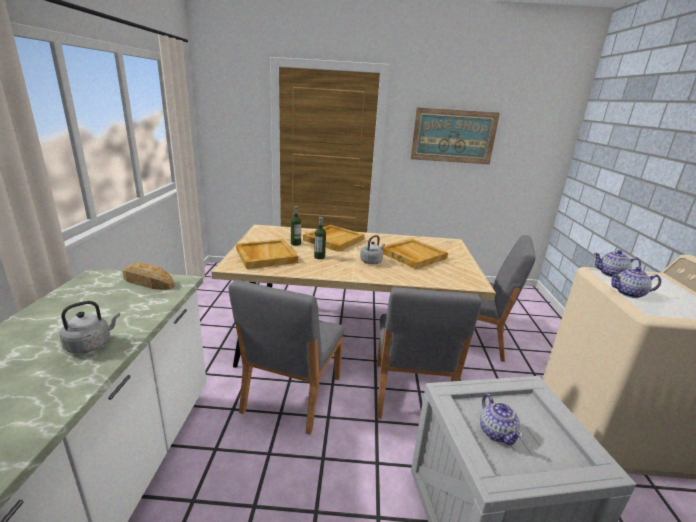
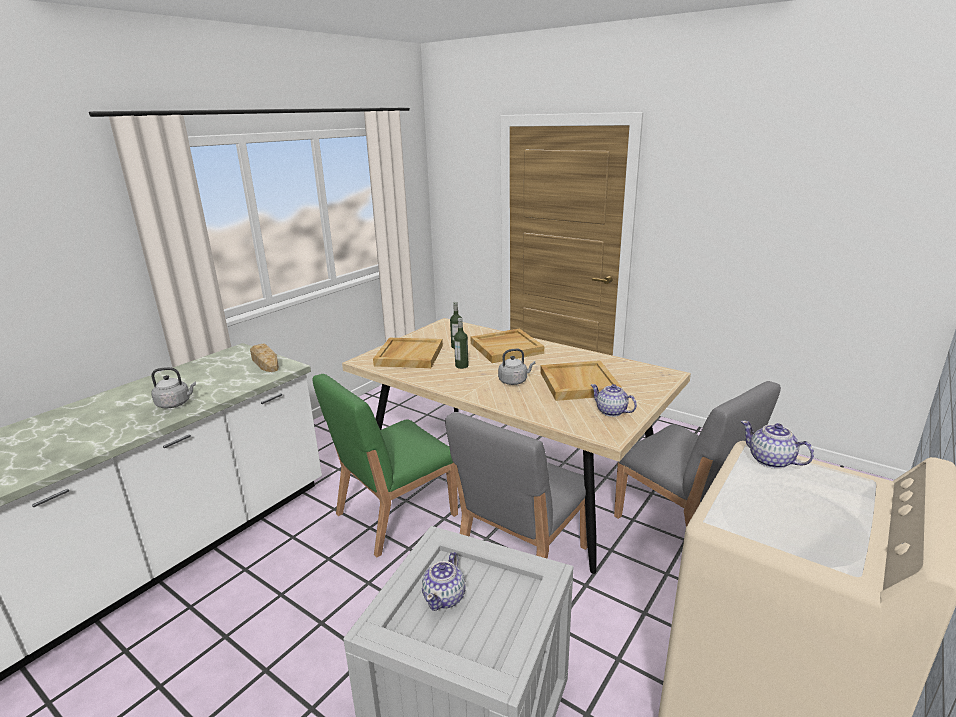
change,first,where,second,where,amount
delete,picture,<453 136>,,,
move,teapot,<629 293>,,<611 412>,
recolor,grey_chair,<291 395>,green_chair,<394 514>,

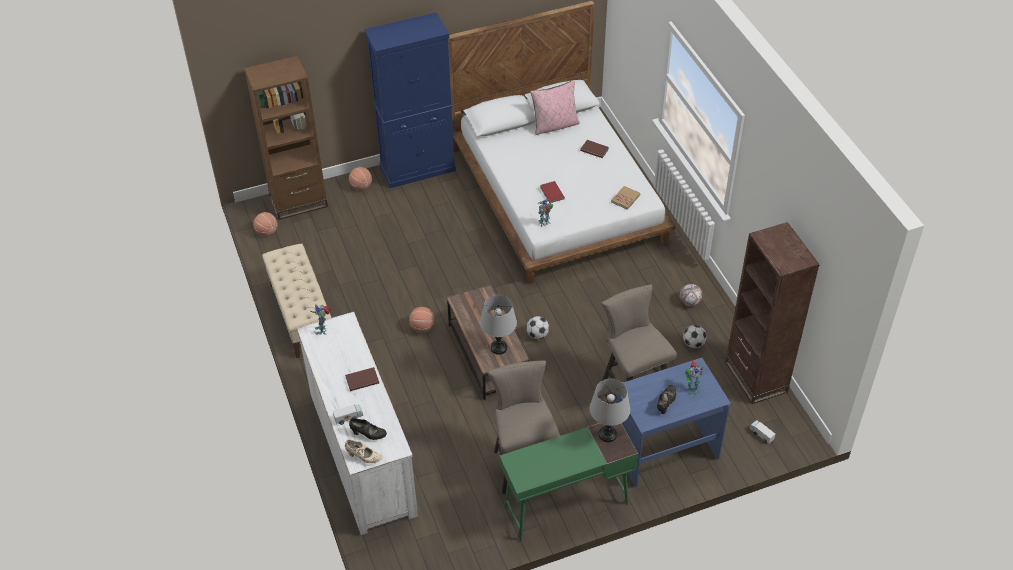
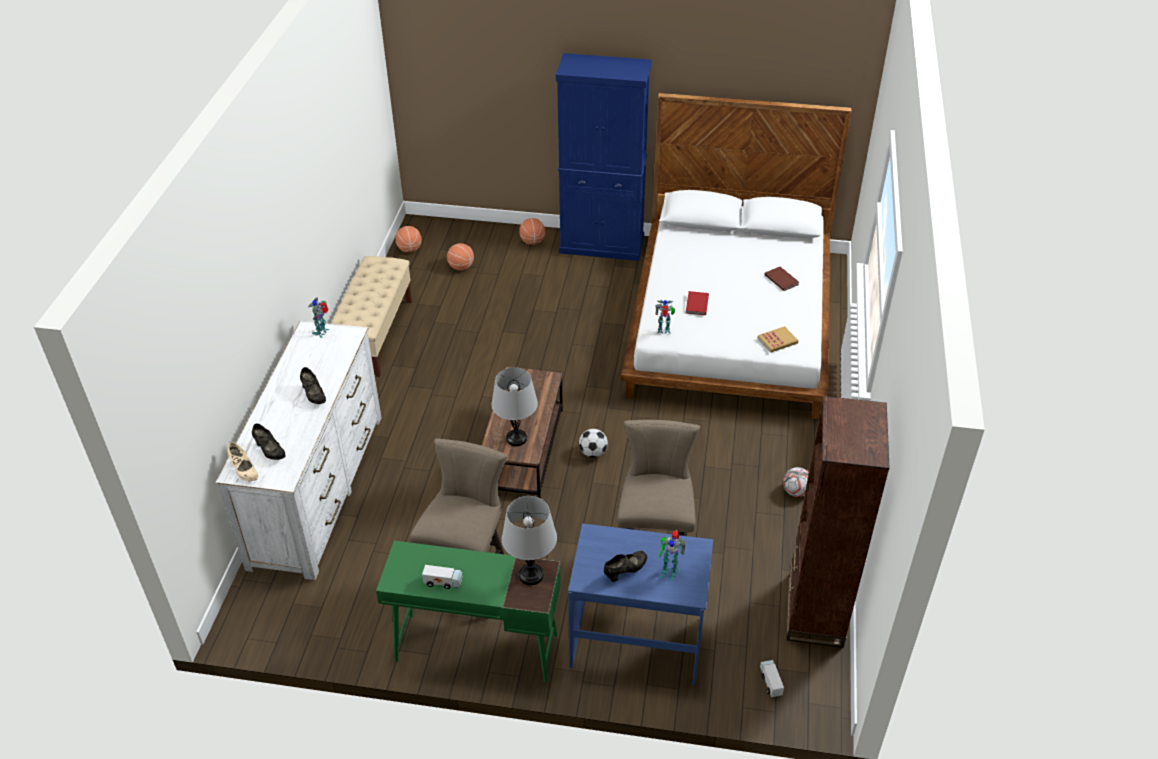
change,first,where,second,where,amount
delete,brown_bookcase,<298 202>,,,
delete,pink_pillow,<555 125>,,,
delete,football,<693 344>,,,
move,toy_truck,<348 417>,,<443 582>,
move,basketball,<422 327>,,<461 267>,
replace,brown_book,<361 379>,black_shoe,<314 395>,

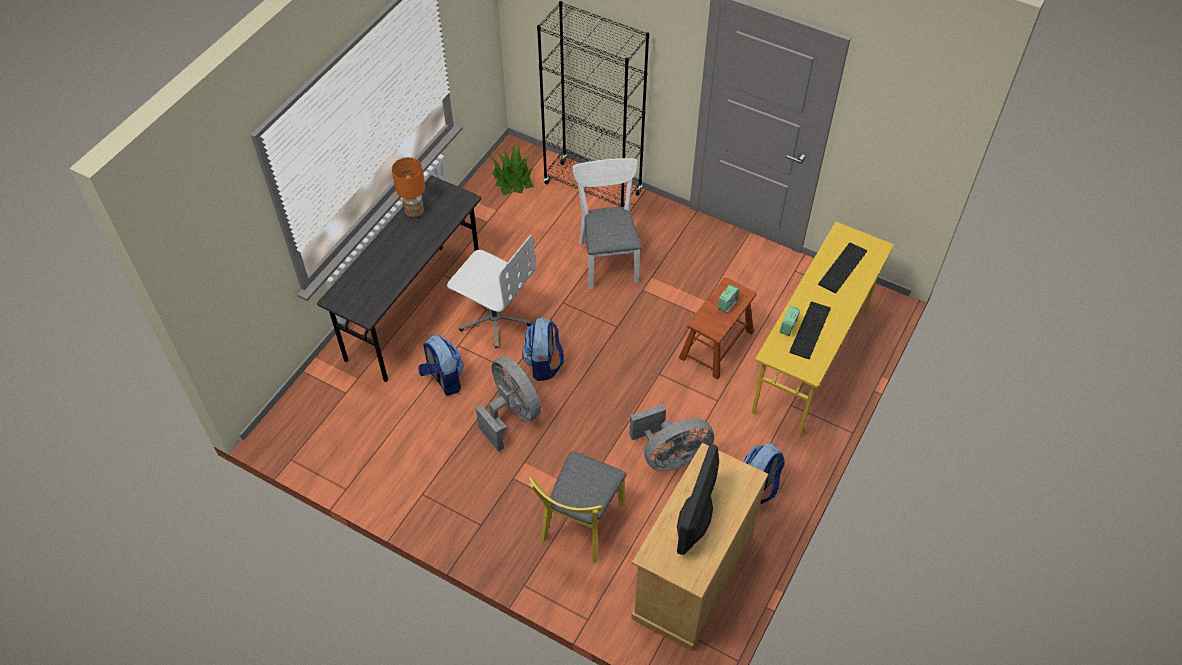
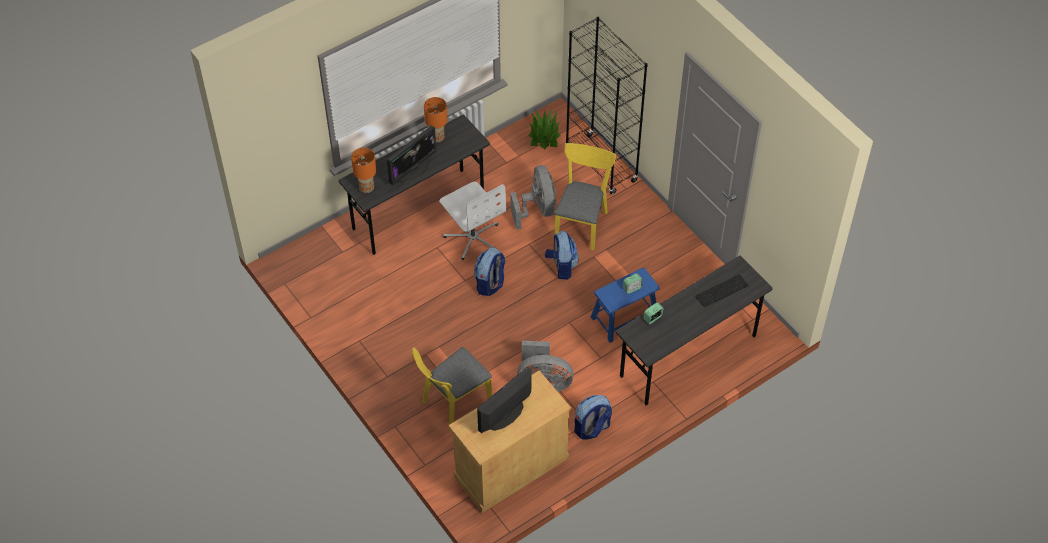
change,first,where,second,where,amount
delete,keyboard,<811 331>,,,
insert,,,orange_table_lamp,<366 188>,
insert,,,monitor,<413 170>,
move,backpack,<443 379>,,<561 266>,
move,grey_fan,<511 414>,,<537 209>,
recolor,white_chair,<608 257>,yellow_chair,<582 222>,
recolor,brown_stool,<716 344>,blue_stool,<624 317>,
recolor,yellow_desk,<811 362>,grey_desk,<688 357>,

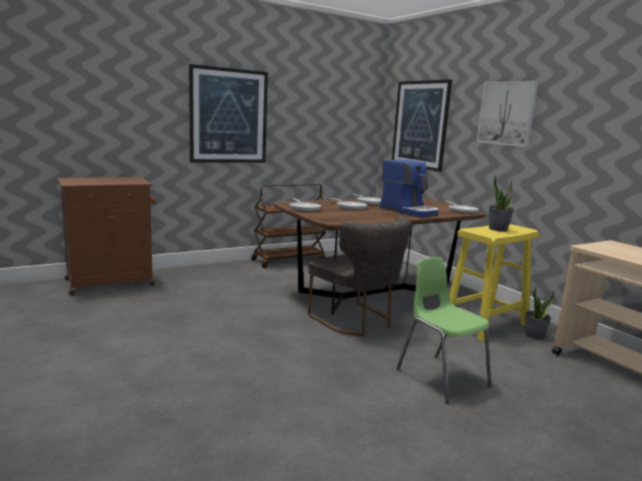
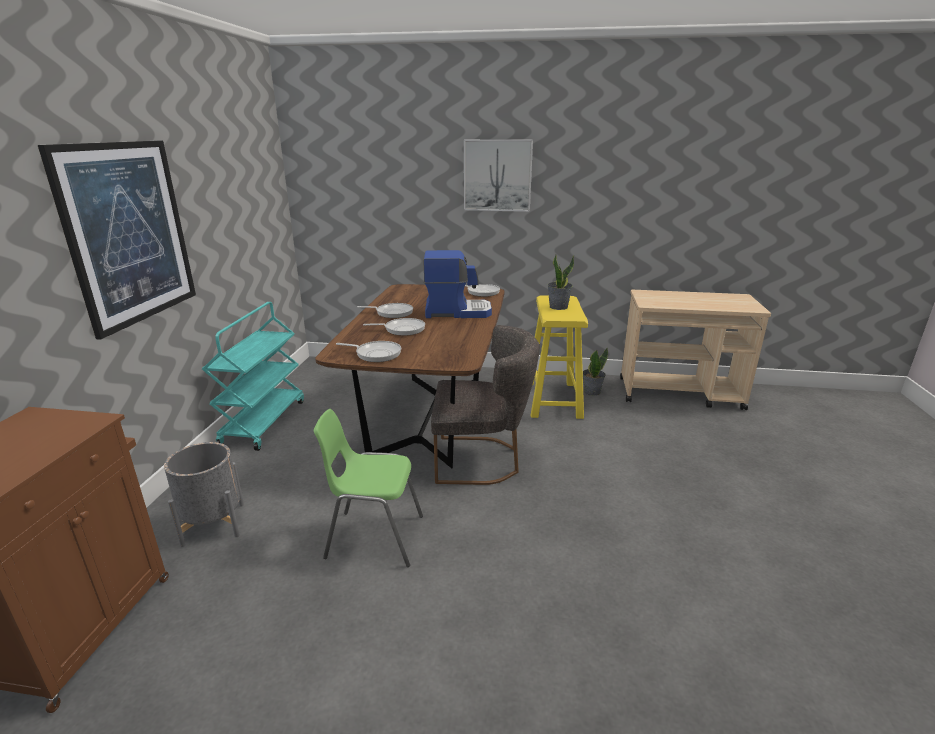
change,first,where,second,where,amount
delete,picture,<420 124>,,,
insert,,,grey_planter,<213 524>,
move,green_chair,<441 377>,,<374 537>,
recolor,brown_cart,<288 260>,turquoise_cart,<263 422>,

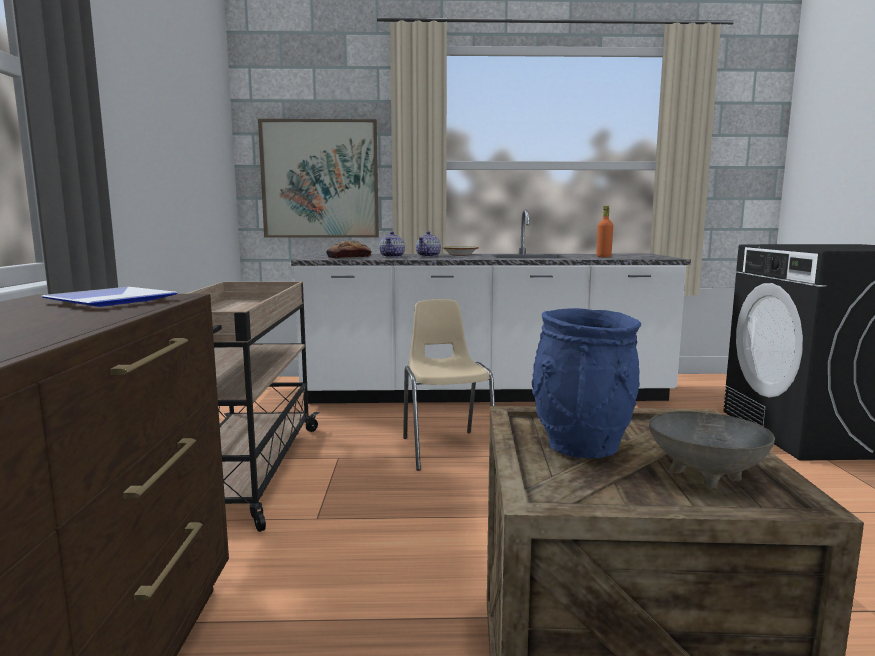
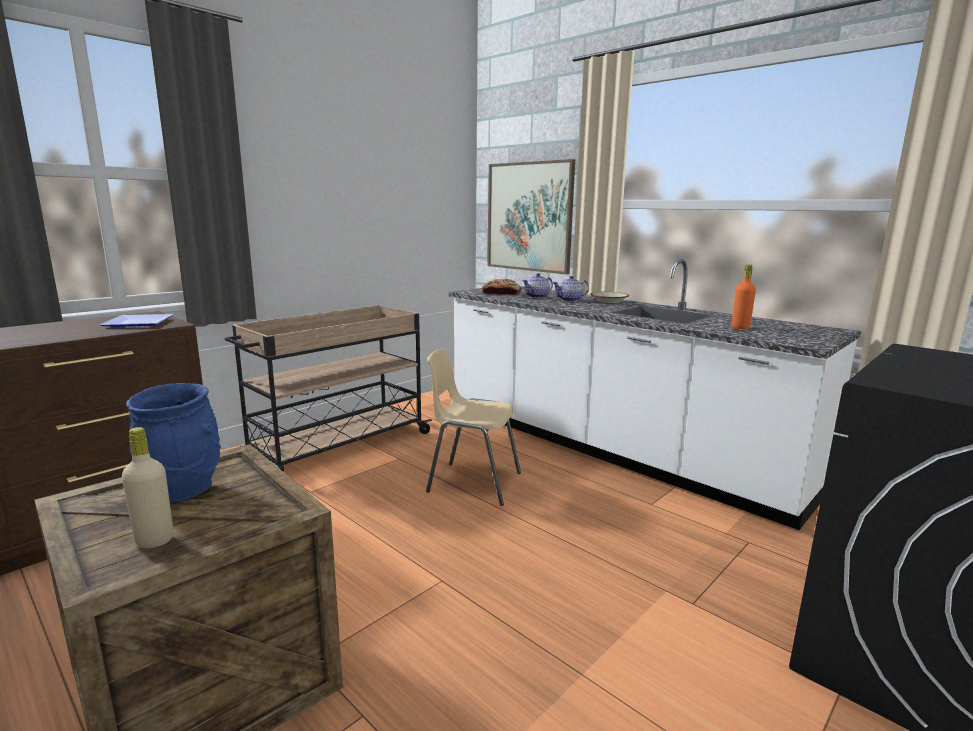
change,first,where,second,where,amount
replace,grey_bowl,<708 474>,beige_bottle,<154 540>,
rotate,beige_chair,<446 449>,,<472 482>,105 degrees counterclockwise

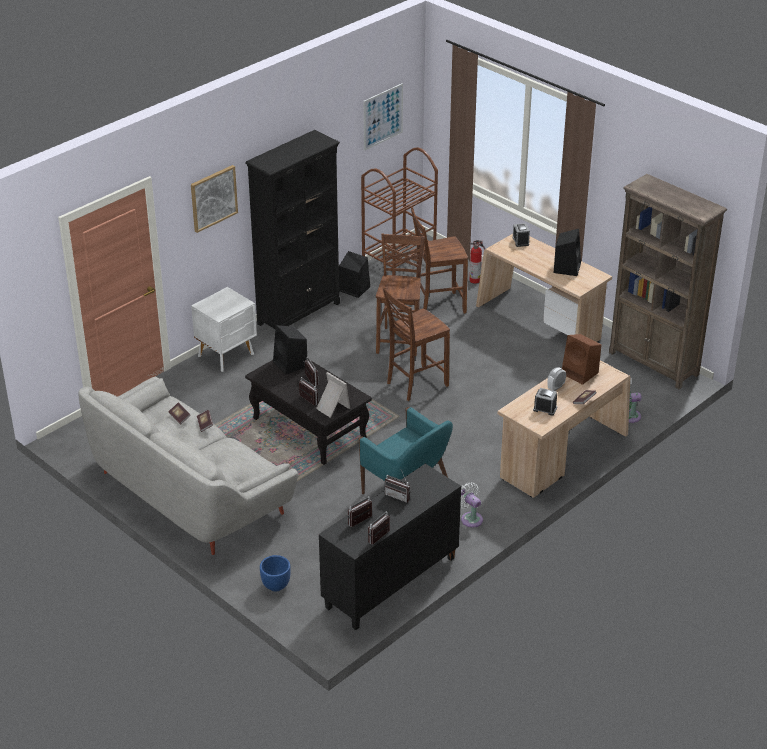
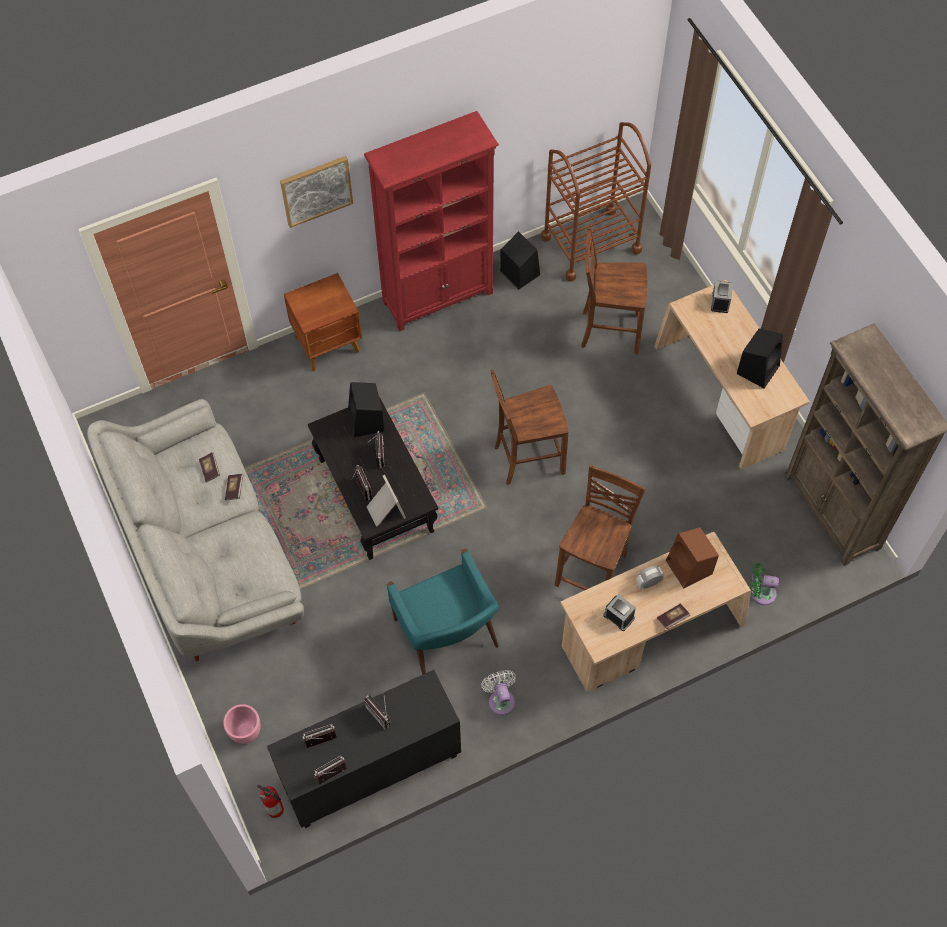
change,first,where,second,where,amount
delete,picture,<383 116>,,,
move,brown_chair,<399 341>,,<593 570>,
move,fire_extinguisher,<475 280>,,<276 810>,
recolor,white_nightstand,<227 355>,brown_nightstand,<328 344>,
recolor,black_bookcase,<299 313>,red_bookcase,<438 297>,
recolor,blue_planter,<275 586>,pink_planter,<245 731>,

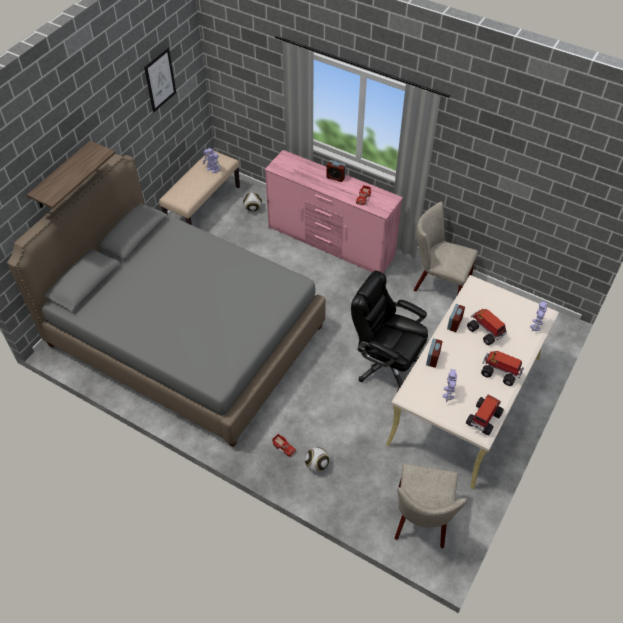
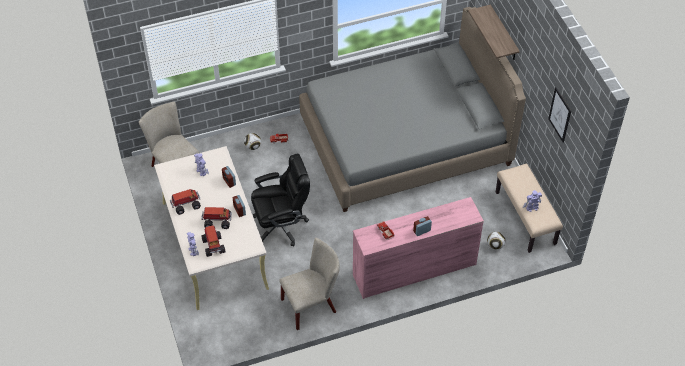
change,first,where,second,where,amount
move,toy_truck,<483 419>,,<213 245>,

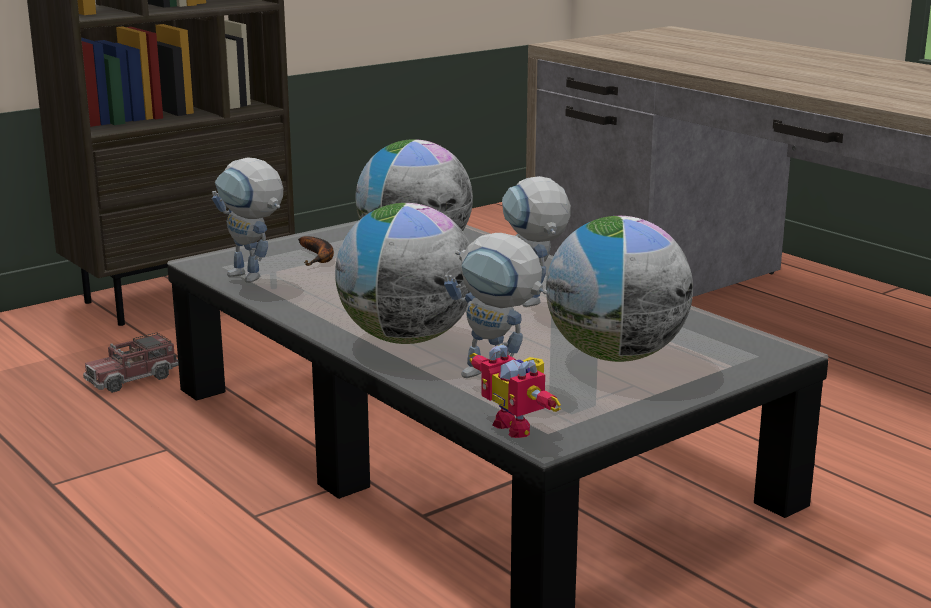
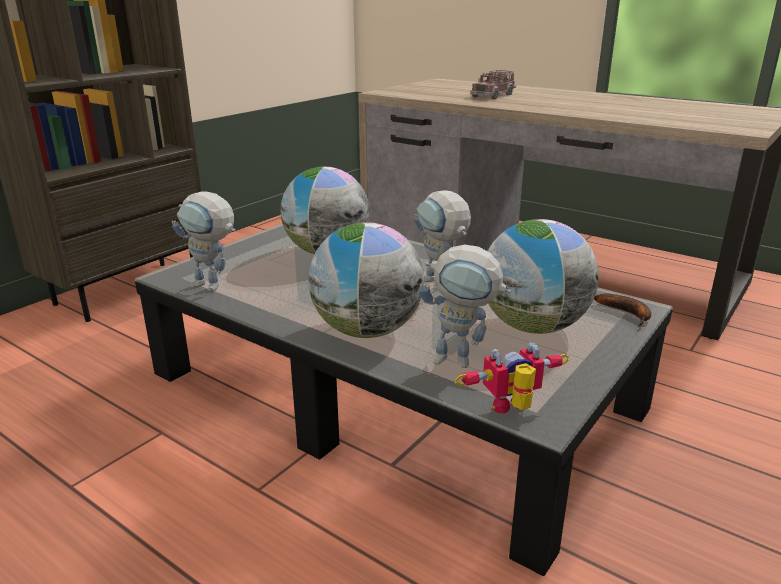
change,first,where,second,where,amount
move,toy_truck,<132 378>,,<492 95>,
move,banana,<319 257>,,<627 313>,
rotate,toy_robot,<519 426>,,<513 410>,120 degrees clockwise

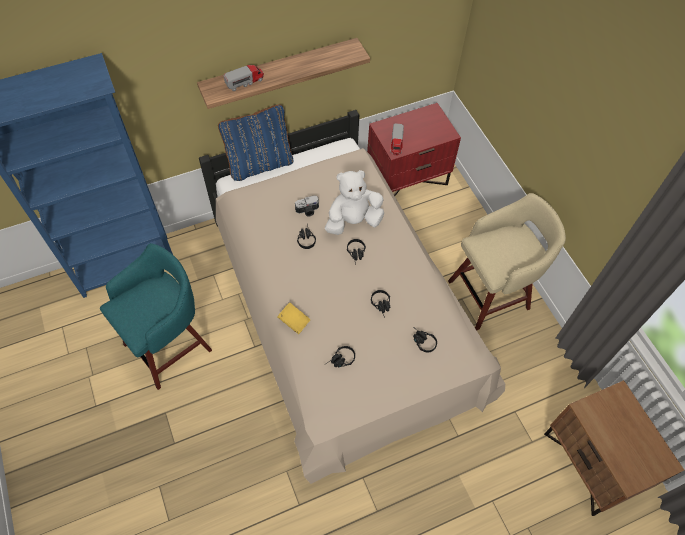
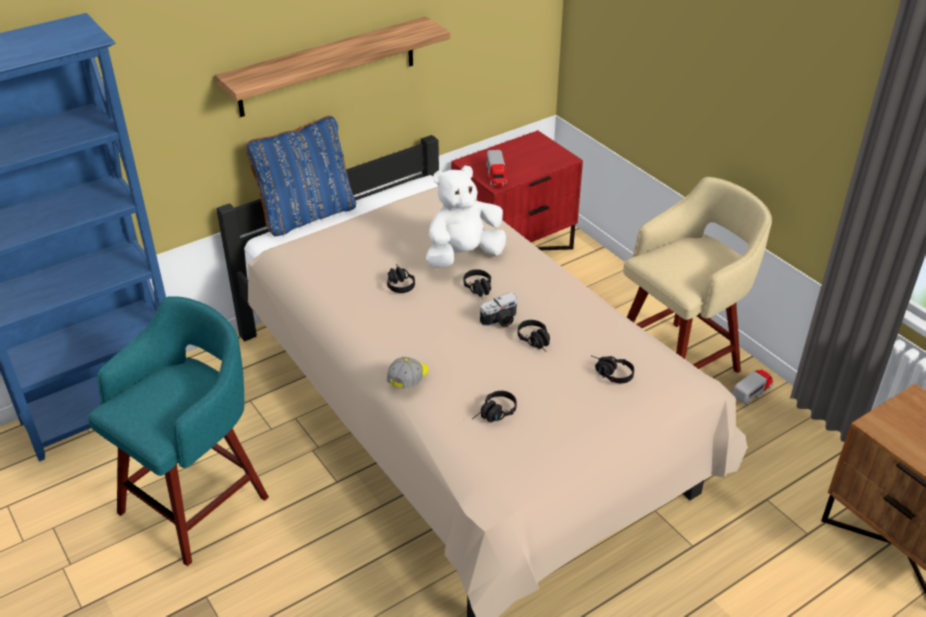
change,first,where,second,where,amount
move,toy_truck,<245 82>,,<752 391>,
move,photo_camera,<308 211>,,<500 321>,
replace,yellow_book,<294 321>,cap,<408 379>,

